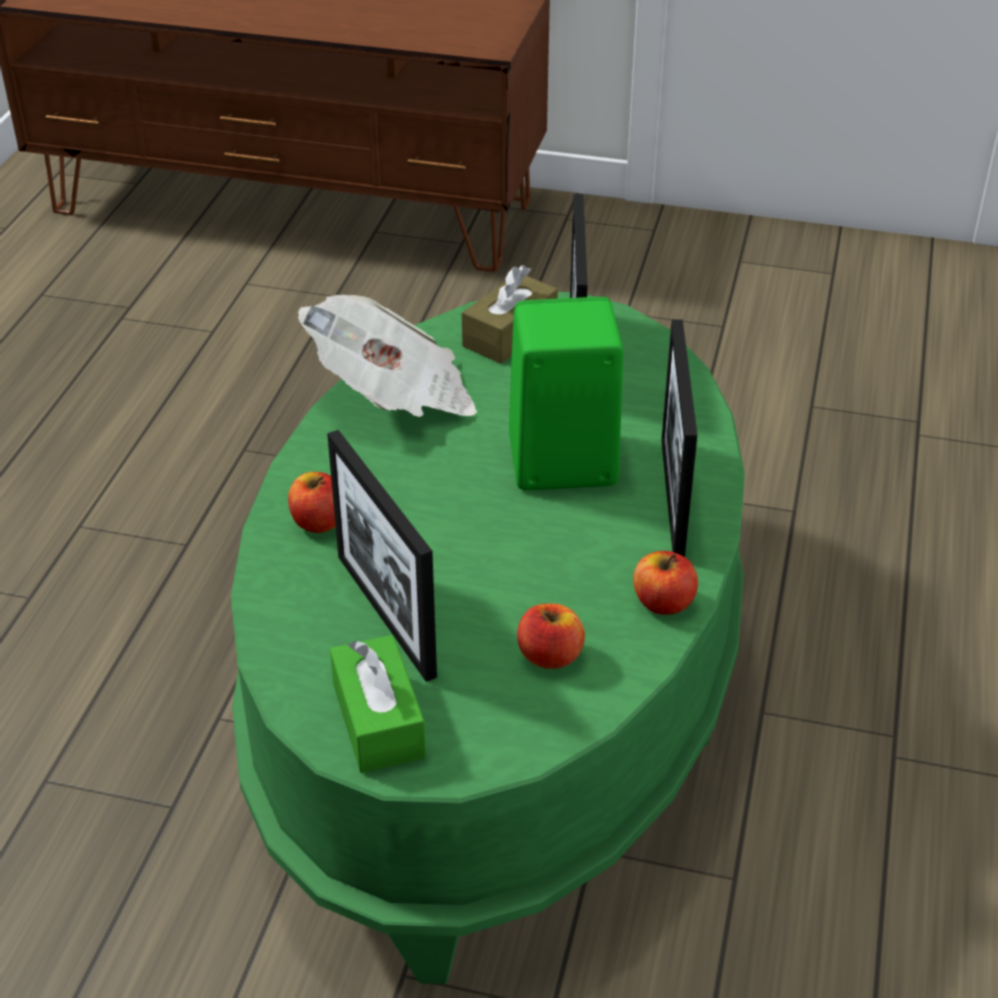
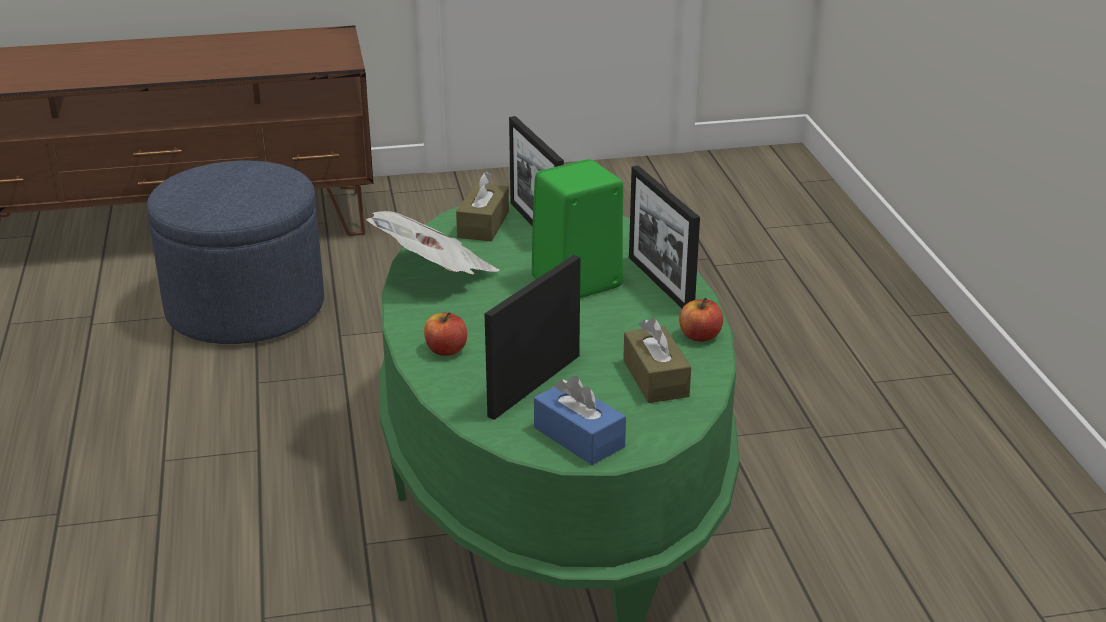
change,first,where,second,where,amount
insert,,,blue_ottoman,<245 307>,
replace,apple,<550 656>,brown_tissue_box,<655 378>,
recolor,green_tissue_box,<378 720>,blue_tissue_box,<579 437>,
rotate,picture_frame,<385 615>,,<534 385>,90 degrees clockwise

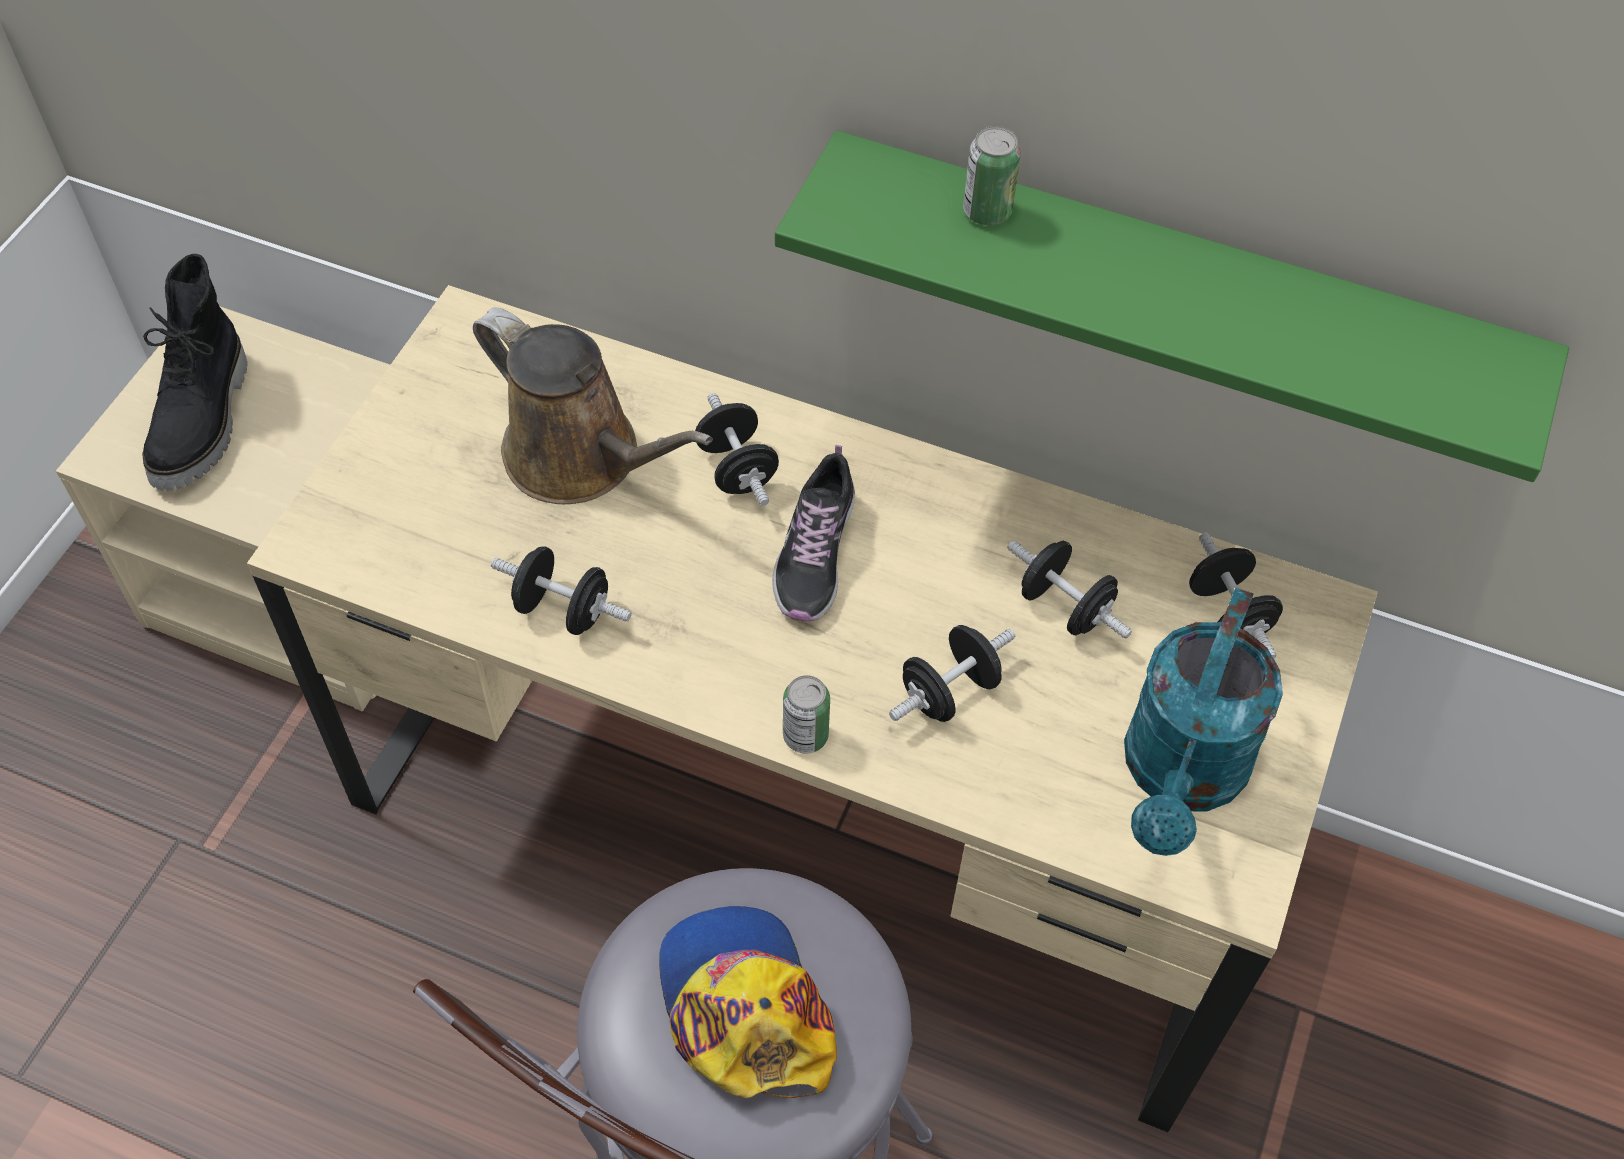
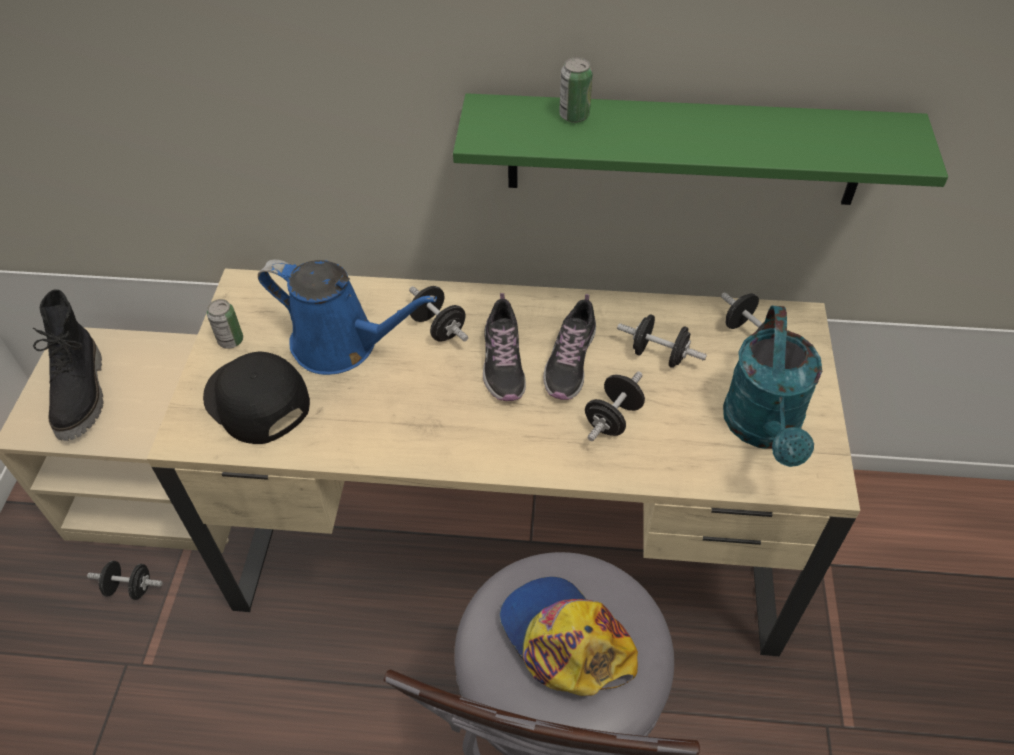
change,first,where,second,where,amount
insert,,,black_cap,<255 401>,
insert,,,shoe,<570 361>,
move,black_dumbbell,<563 610>,,<130 588>,
move,can,<805 736>,,<231 340>,
recolor,brown_watering_can,<582 458>,blue_watering_can,<342 344>,

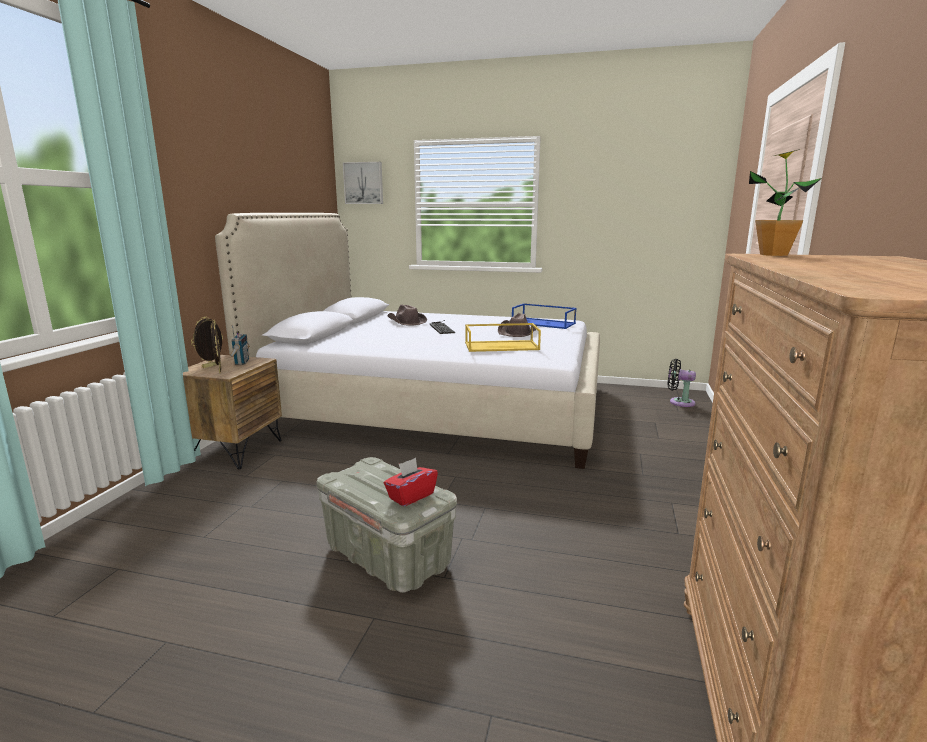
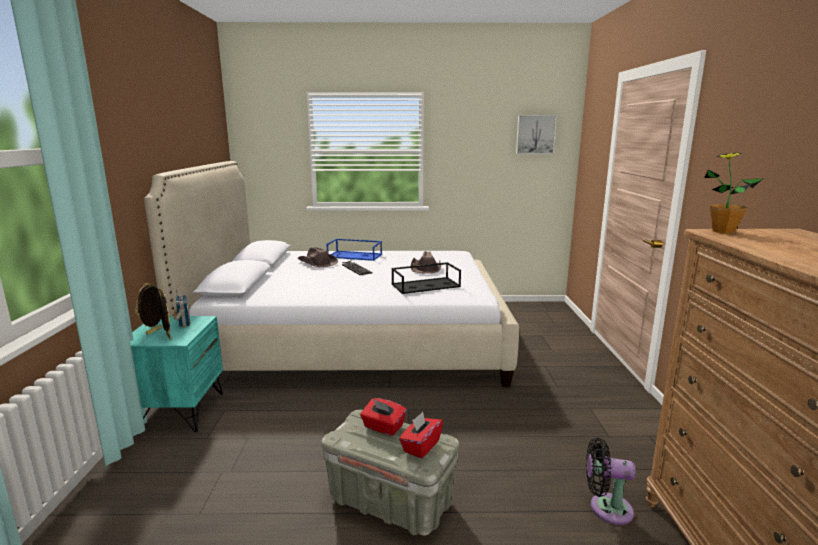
change,first,where,second,where,amount
insert,,,red_tissue_box,<383 427>,
move,picture,<364 183>,,<535 134>,
move,blue_tray,<544 323>,,<355 255>,
move,black_fan,<679 402>,,<606 508>,
recolor,brown_nightstand,<235 451>,turquoise_nightstand,<180 412>,
recolor,yellow_tray,<502 346>,black_tray,<426 285>,

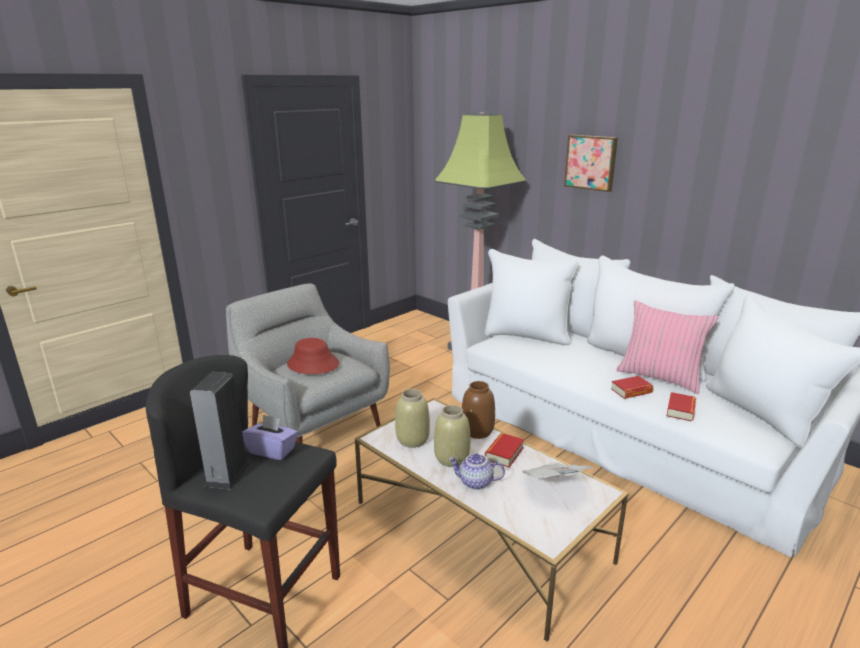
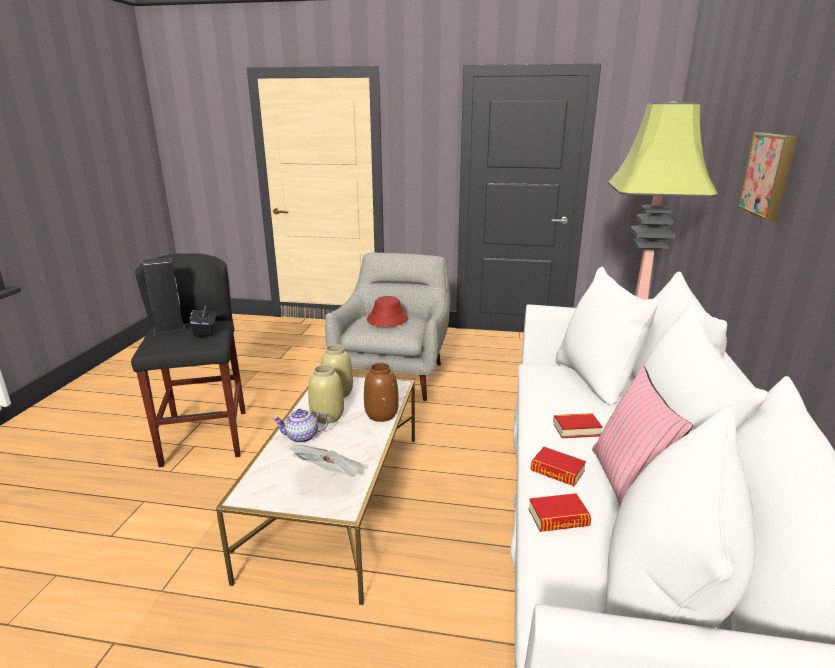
change,first,where,second,where,amount
move,book,<504 453>,,<576 429>,
recolor,purple_tissue_box,<272 450>,black_tissue_box,<205 331>,
rotate,teapot,<475 483>,,<301 437>,75 degrees counterclockwise

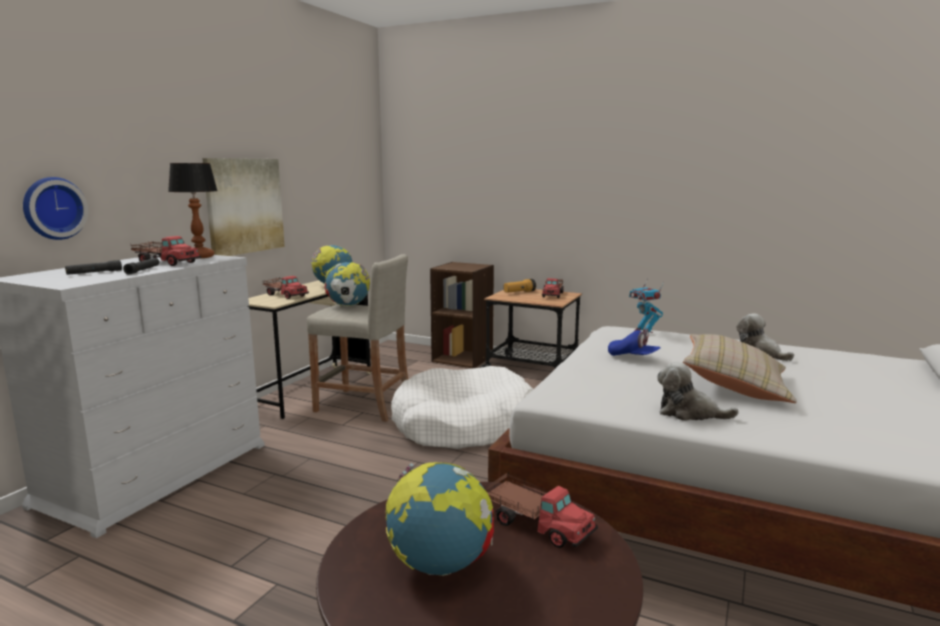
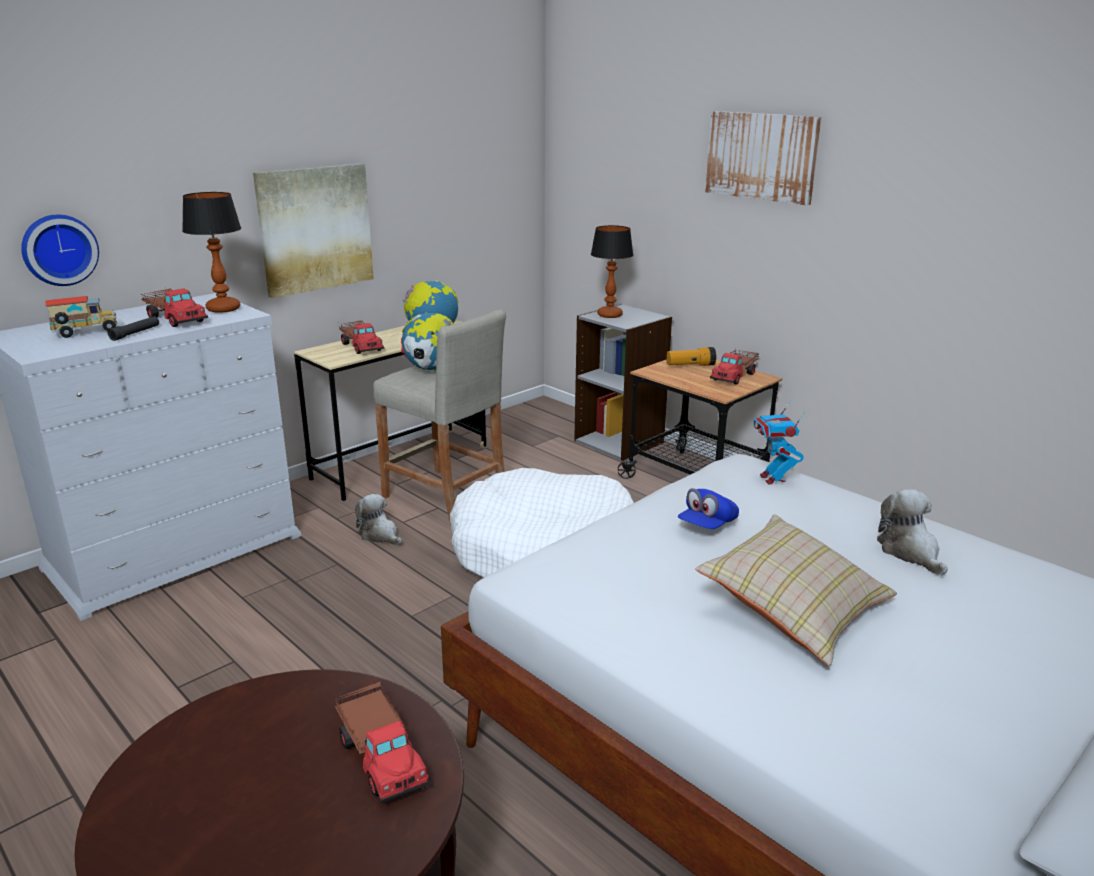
change,first,where,second,where,amount
delete,globe,<440 565>,,,
insert,,,table_lamp,<610 315>,
insert,,,picture,<761 156>,
move,plush_toy,<689 413>,,<380 535>,
replace,black_flashlight,<94 272>,toy_truck,<86 333>,
recolor,brown_bookcase,<463 358>,grey_bookcase,<620 441>,
rotate,blue_cap,<633 357>,,<707 525>,75 degrees clockwise

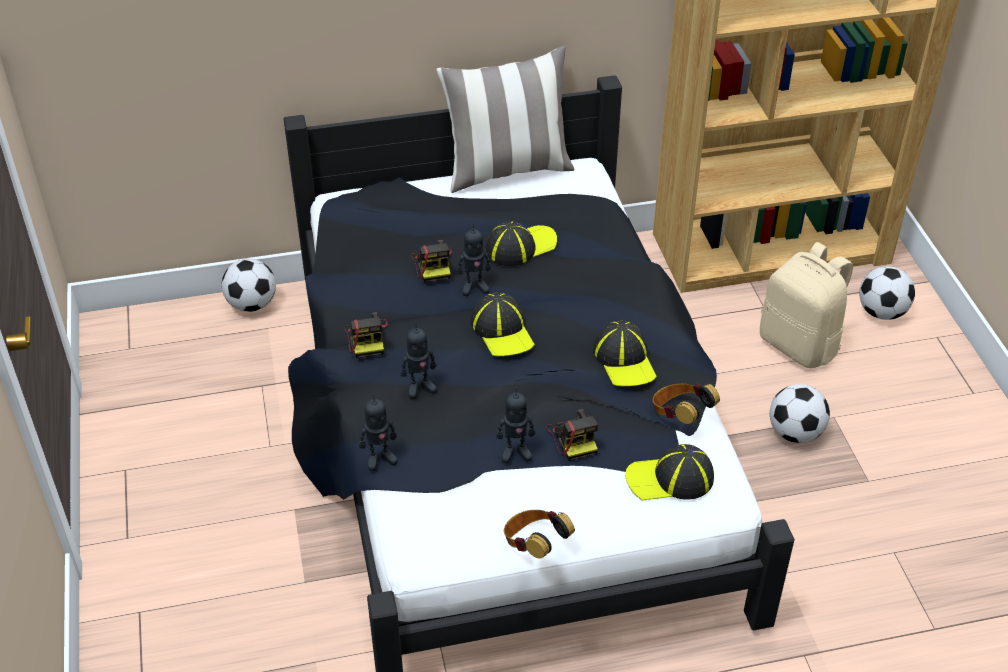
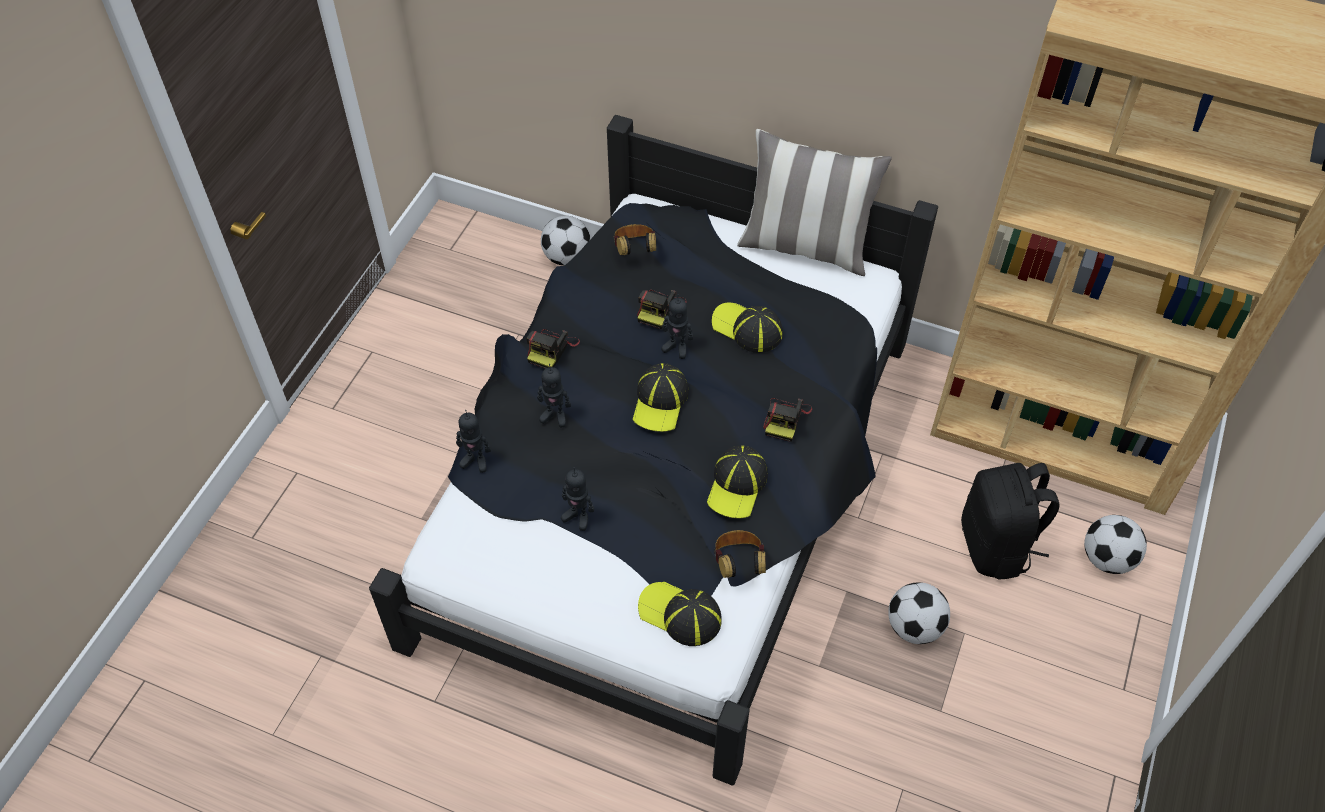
change,first,where,second,where,amount
move,headphones,<535 545>,,<635 251>,
move,photo_camera,<573 438>,,<785 419>,
recolor,beige_backpack,<800 345>,black_backpack,<996 546>,
rotate,cap,<520 246>,,<747 329>,150 degrees counterclockwise

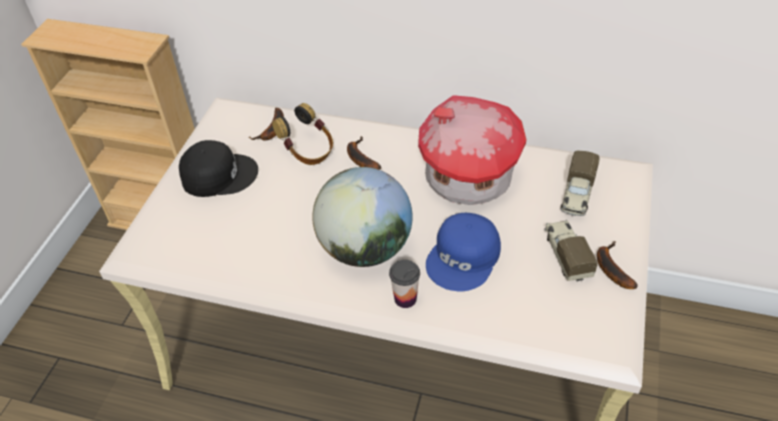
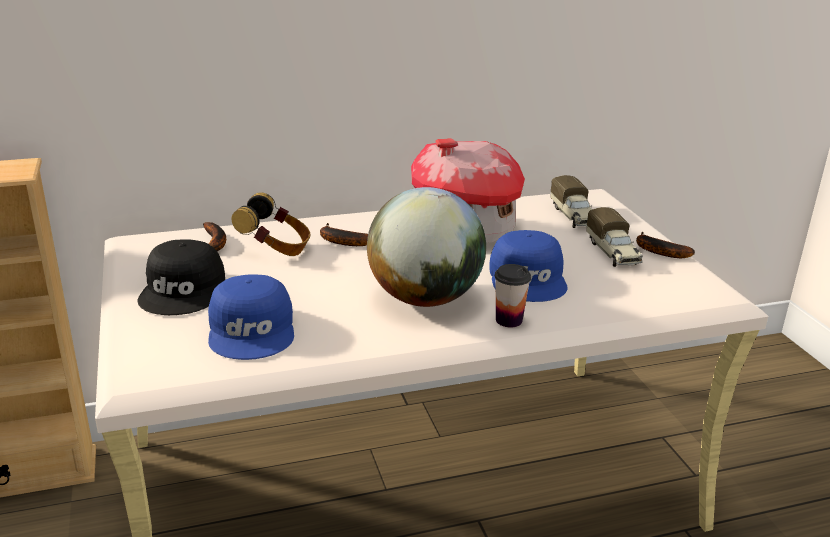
change,first,where,second,where,amount
insert,,,blue_cap,<253 329>,
rotate,black_cap,<219 174>,,<184 290>,135 degrees clockwise
rotate,toy_truck,<566 255>,,<613 253>,150 degrees counterclockwise

